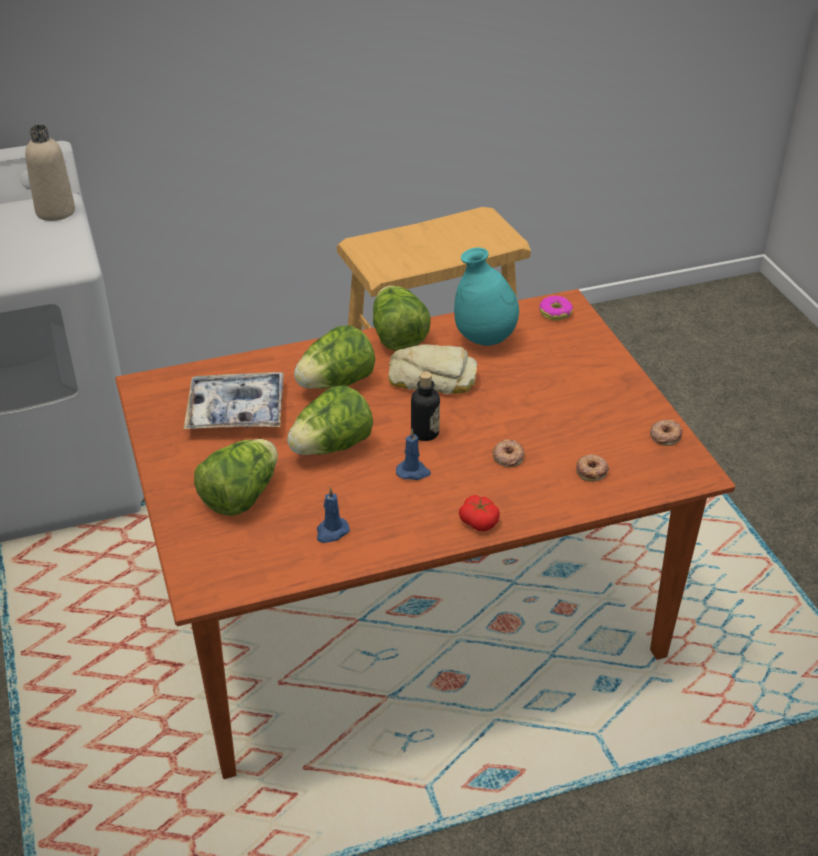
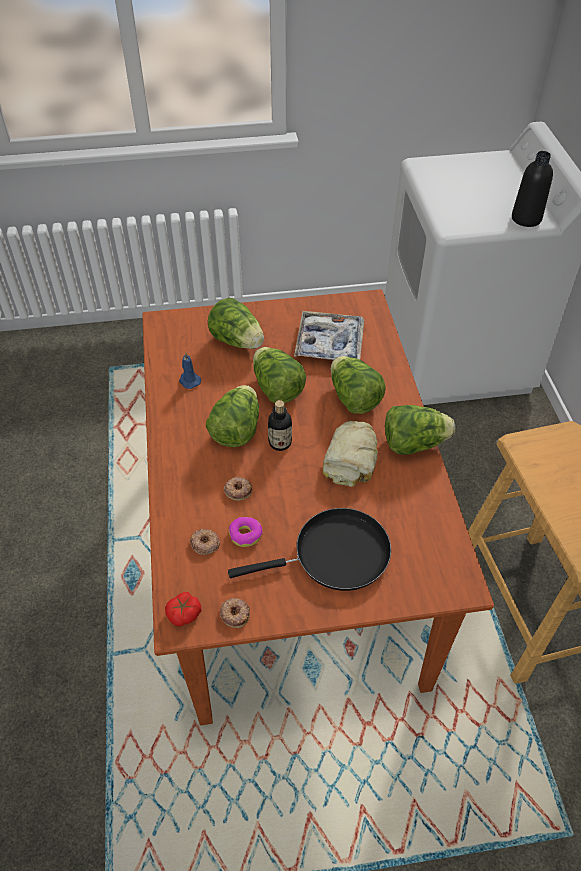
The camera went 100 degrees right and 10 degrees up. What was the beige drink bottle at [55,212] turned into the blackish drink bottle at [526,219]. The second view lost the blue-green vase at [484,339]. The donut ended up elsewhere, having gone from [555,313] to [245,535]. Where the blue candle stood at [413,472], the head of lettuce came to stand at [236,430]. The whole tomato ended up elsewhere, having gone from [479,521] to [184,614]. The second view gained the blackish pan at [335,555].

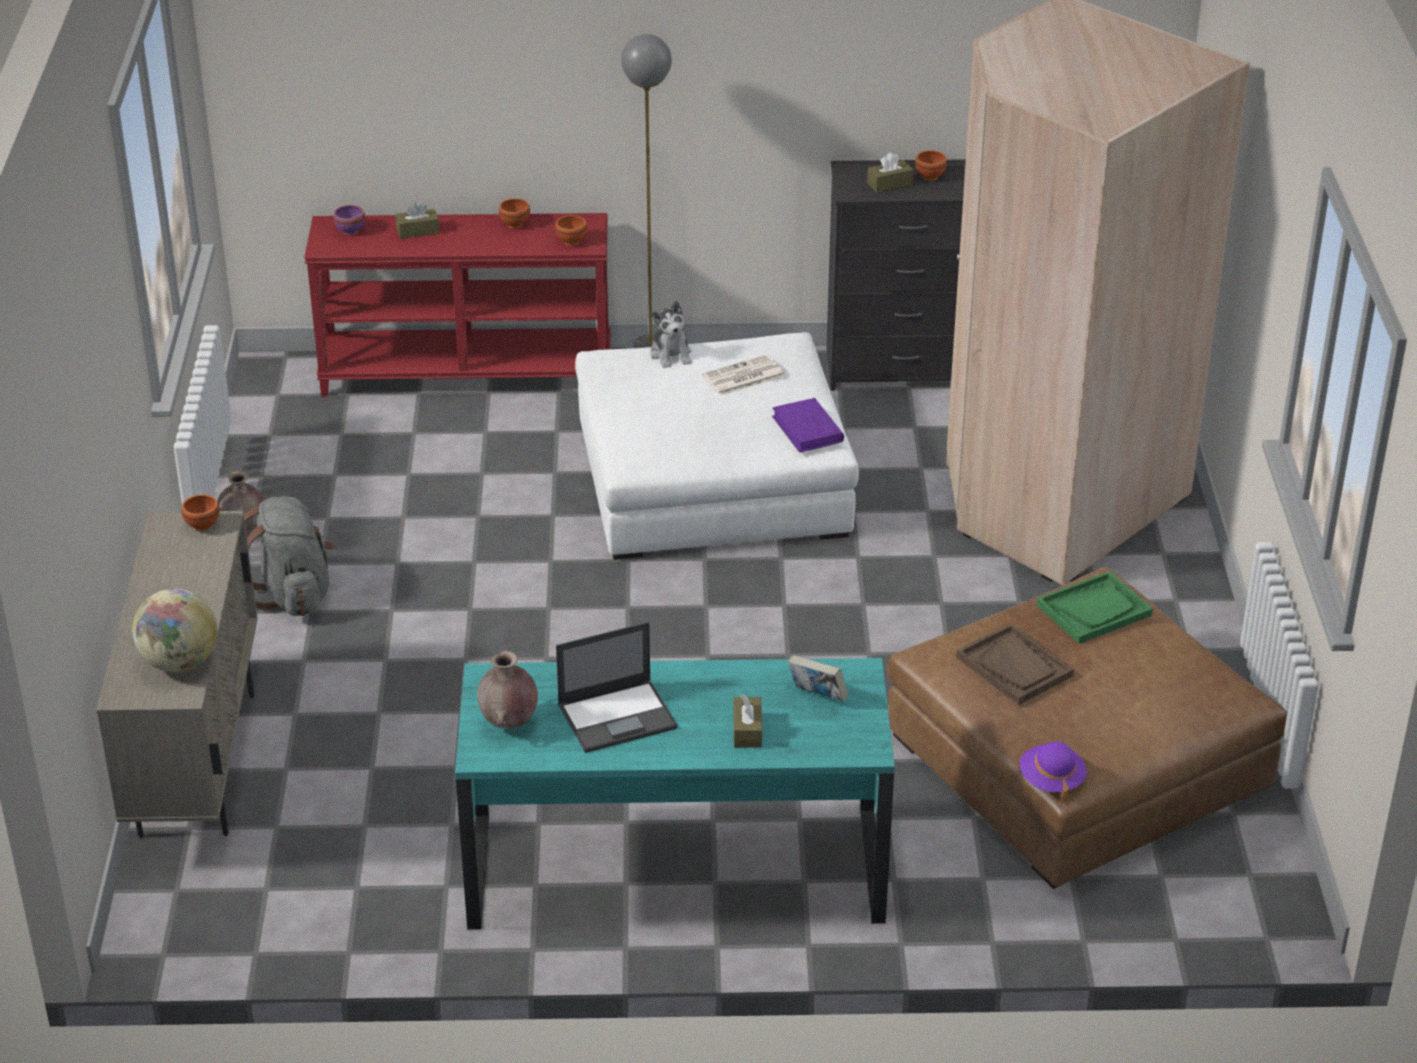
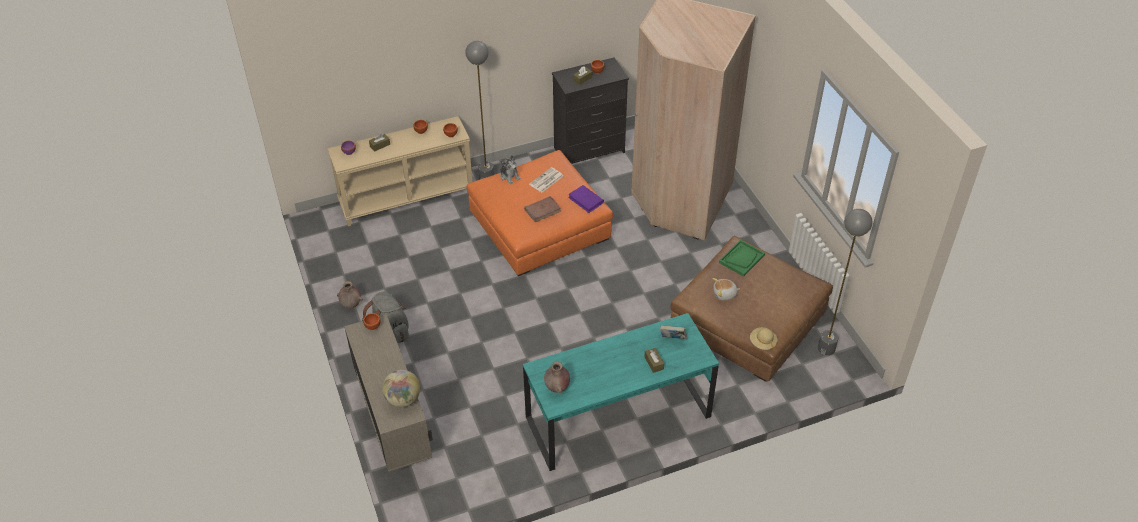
The camera went 20 degrees left and 10 degrees up. What was the red-coloured console table at [467,372] turned into the beige console table at [407,197]. What was the white-coloured ottoman at [712,480] turned into the orange ottoman at [539,226]. The second view lost the laptop at [618,716]. Where the brownish serving tray stood at [1014,666], the cuddly toy came to stand at [724,294]. What was the purplish wearable hat at [1051,780] turned into the beige wearable hat at [762,343]. The second view gained the brownish volume at [542,210]. The second view gained the greyish standing lamp at [826,348].

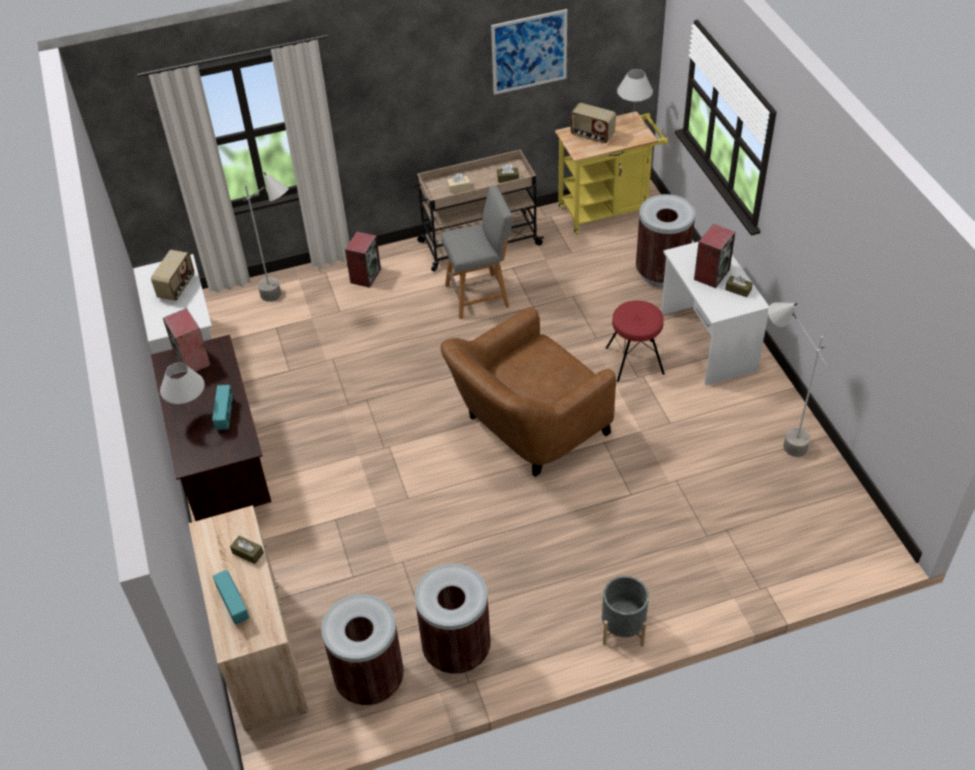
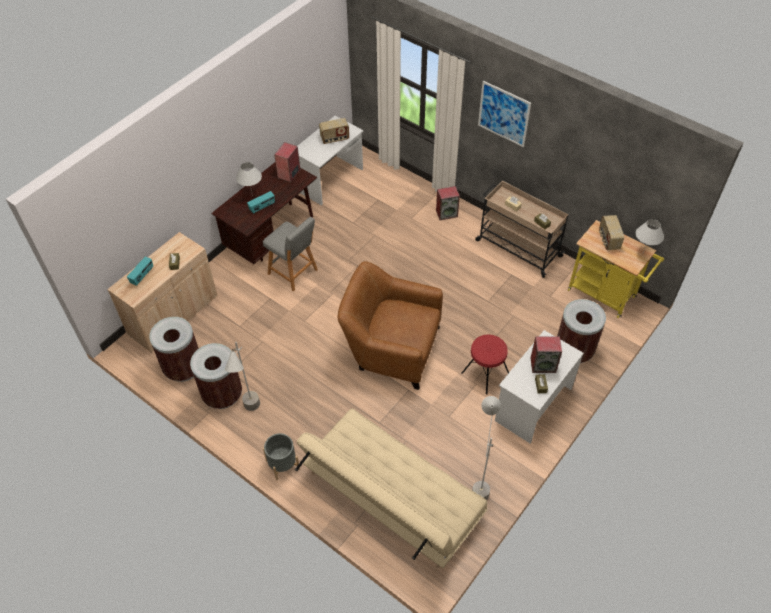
The camera went 55 degrees right and 5 degrees up. The wall art ended up elsewhere, having gone from [529,52] to [504,114]. The greyish standing lamp ended up elsewhere, having gone from [285,299] to [251,415]. The greyish stool ended up elsewhere, having gone from [480,295] to [294,273]. The second view gained the beige couch at [392,496].

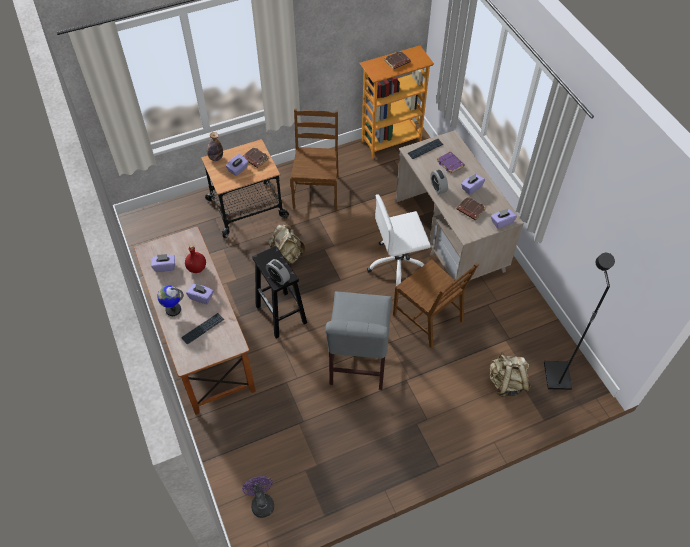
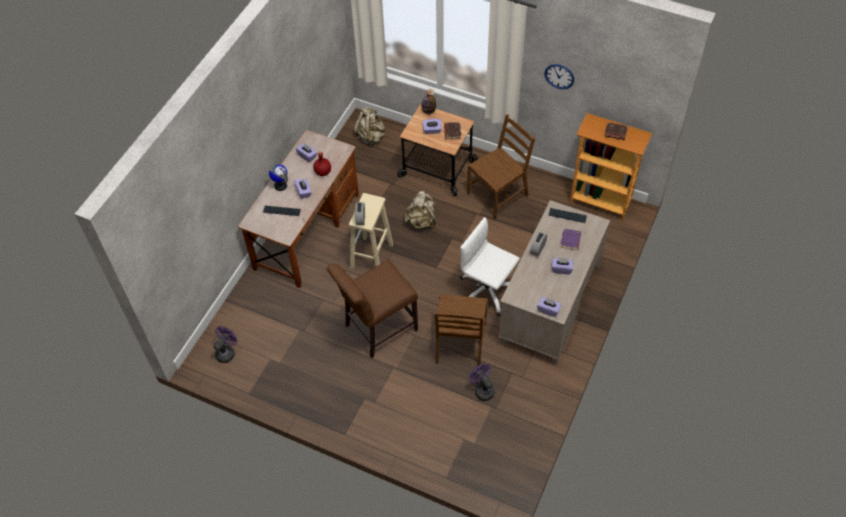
The camera went 50 degrees right and 0 degrees up. The second view lost the brownish volume at [470,210]. What was the blackish stool at [281,315] turned into the beige stool at [371,256]. The second view lost the blackish standing lamp at [556,375]. What was the greyish upright chair at [357,364] turned into the brownish upright chair at [377,329]. The beige rucksack ended up elsewhere, having gone from [506,383] to [371,137]. The second view gained the wall clock at [559,76]. The second view gained the purplish cooling fan at [482,390].

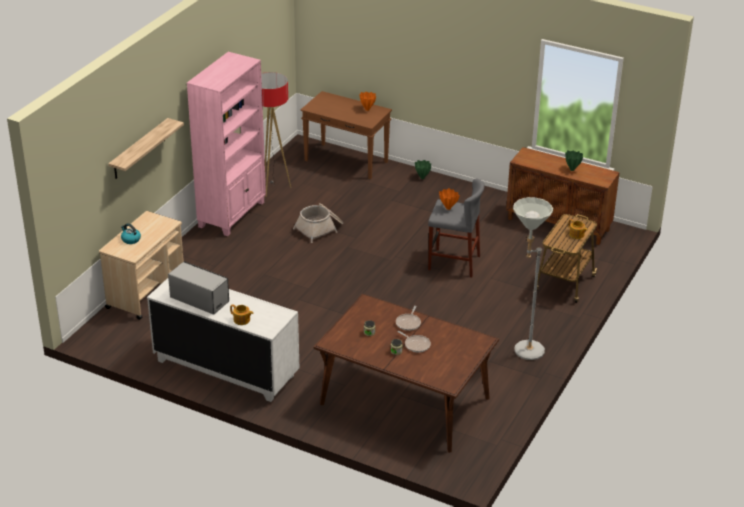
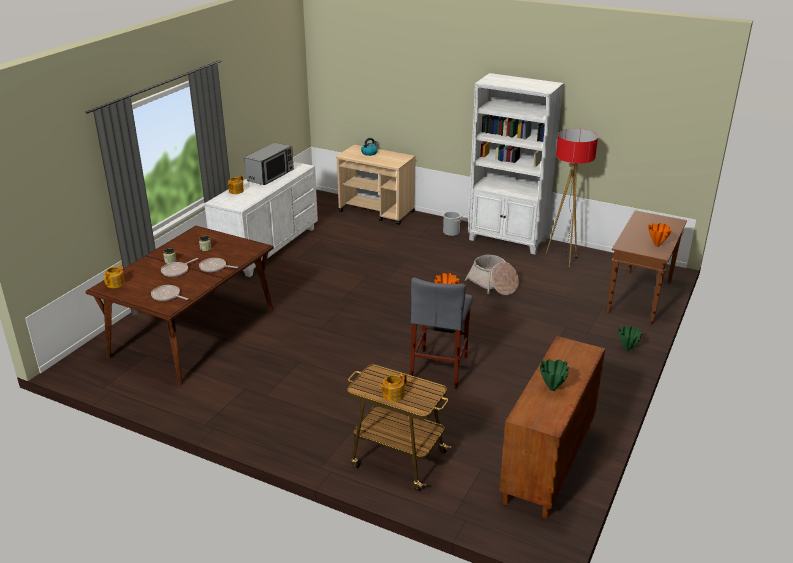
The camera went 90 degrees right and 5 degrees down. What was the pinkish shelving unit at [232,214] turned into the white-coloured shelving unit at [507,240]. The second view lost the wall shelf at [139,149]. The second view lost the greyish standing lamp at [522,350]. The second view gained the pail at [451,232]. The second view gained the teapot at [116,283]. The second view gained the pan at [167,296].

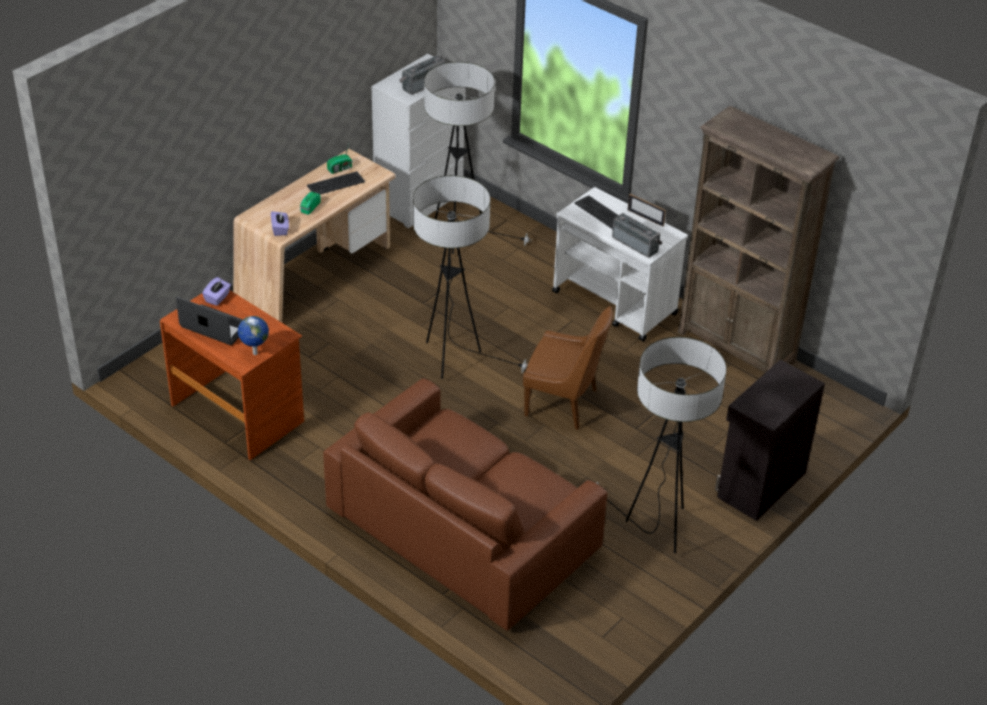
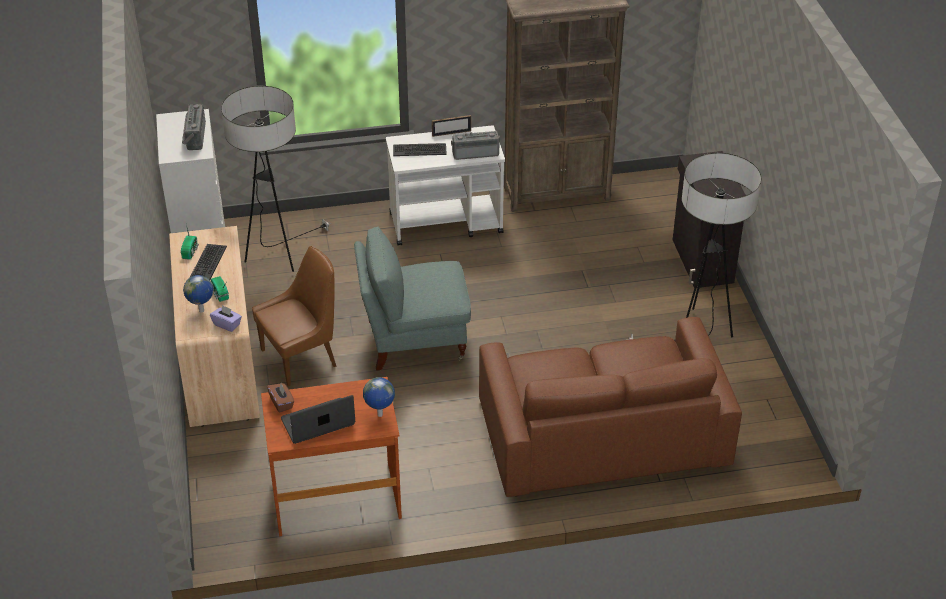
The camera went 50 degrees left and 0 degrees up. Where the standing lamp stood at [453,361], the greyish lounge chair came to stand at [414,339]. What was the purplish tissue holder at [217,298] turned into the brownish tissue holder at [281,403]. The brownish upright chair ended up elsewhere, having gone from [564,403] to [301,357]. The second view gained the world globe at [202,311].

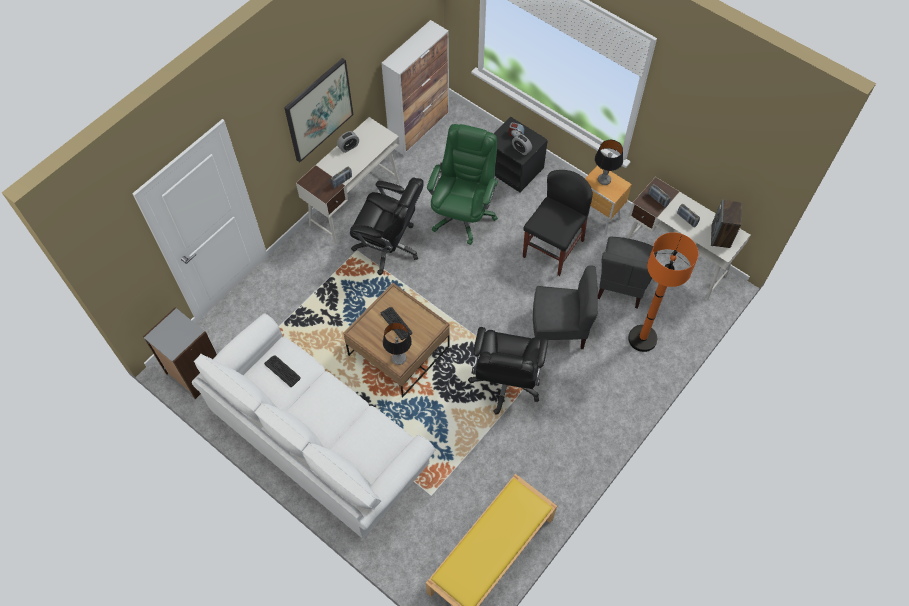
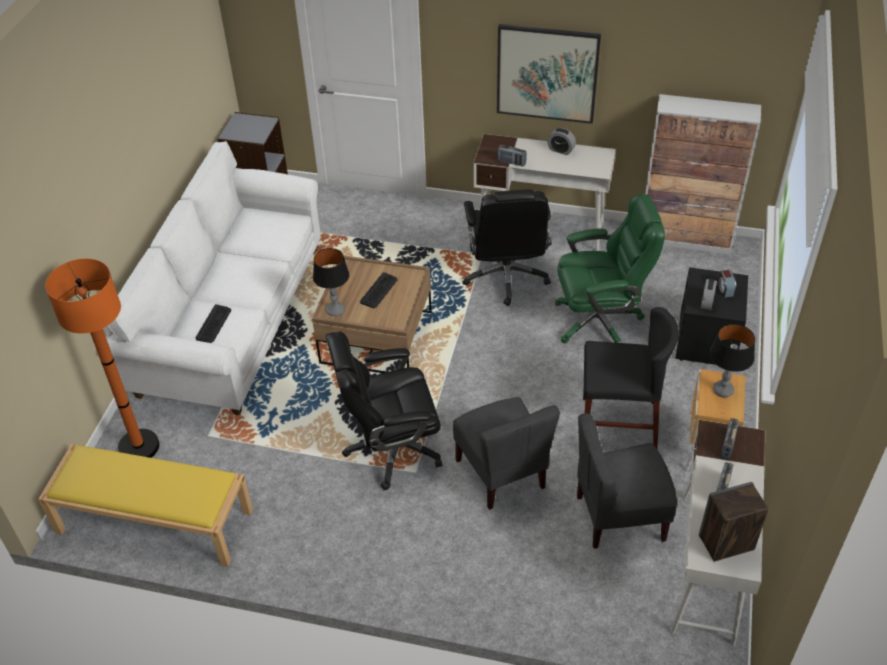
The camera went 65 degrees right and 15 degrees down. The orange standing lamp ended up elsewhere, having gone from [642,339] to [139,447]. The keyboard ended up elsewhere, having gone from [282,371] to [214,324].

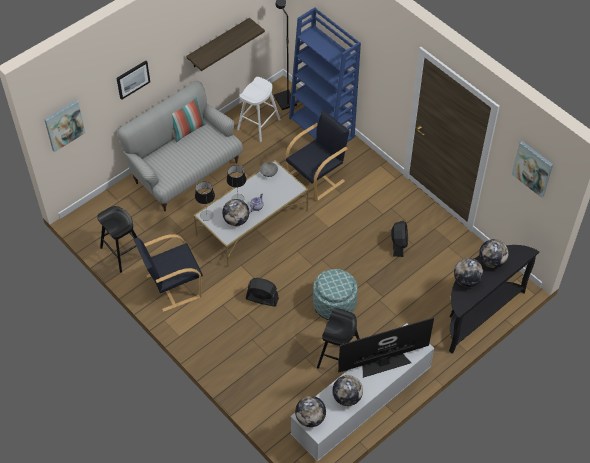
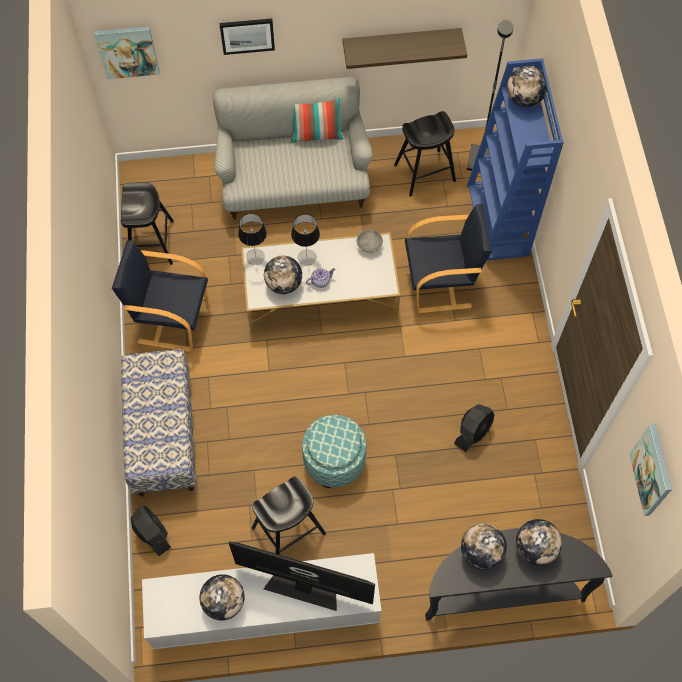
The camera went 35 degrees right and 10 degrees up. What was the white-coloured stool at [259,124] turned into the blackish stool at [425,173]. The blackish cooling fan ended up elsewhere, having gone from [262,298] to [151,533]. The world globe ended up elsewhere, having gone from [310,418] to [524,99]. The second view gained the bench at [163,435].

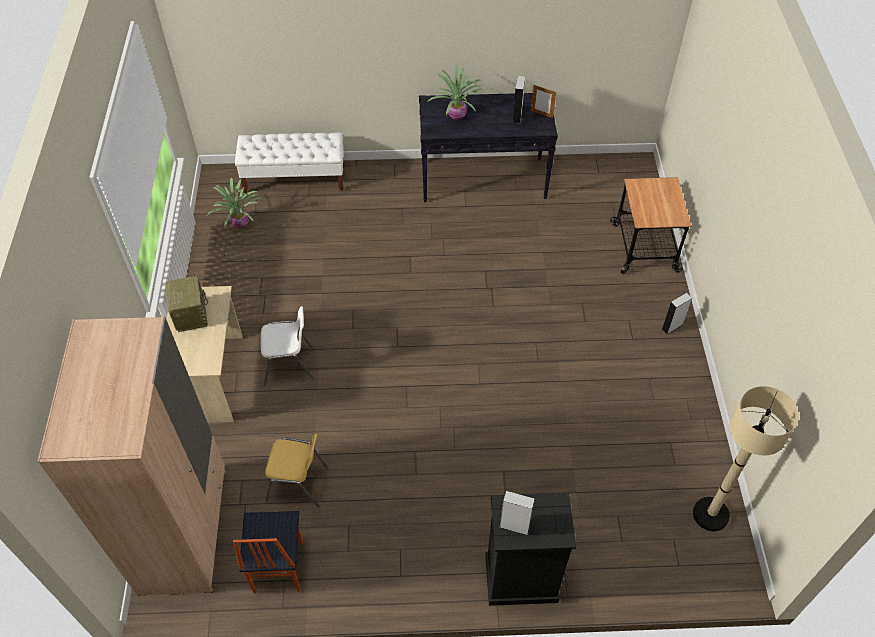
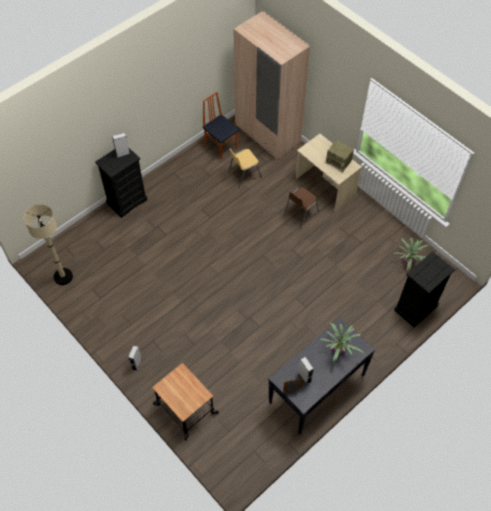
The camera went 140 degrees right and 5 degrees up. Where the white-coloured bench stood at [295,179], the blackish chest of drawers came to stand at [415,308]. What was the white-coloured upright chair at [289,365] turned into the brownish upright chair at [300,214].

